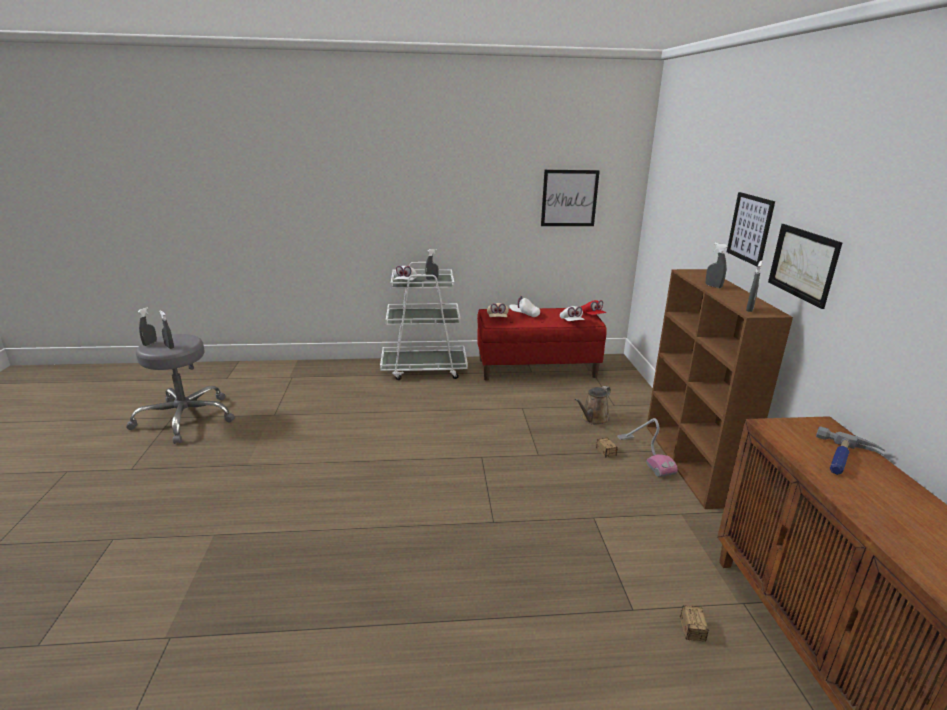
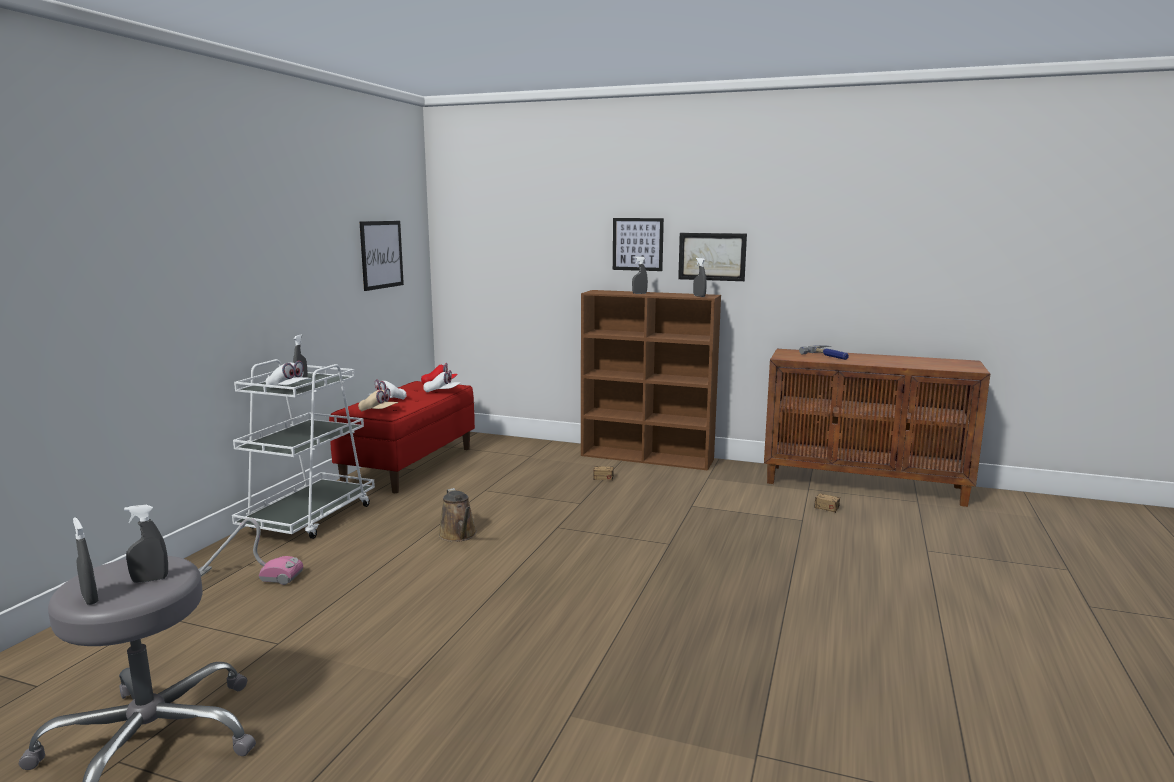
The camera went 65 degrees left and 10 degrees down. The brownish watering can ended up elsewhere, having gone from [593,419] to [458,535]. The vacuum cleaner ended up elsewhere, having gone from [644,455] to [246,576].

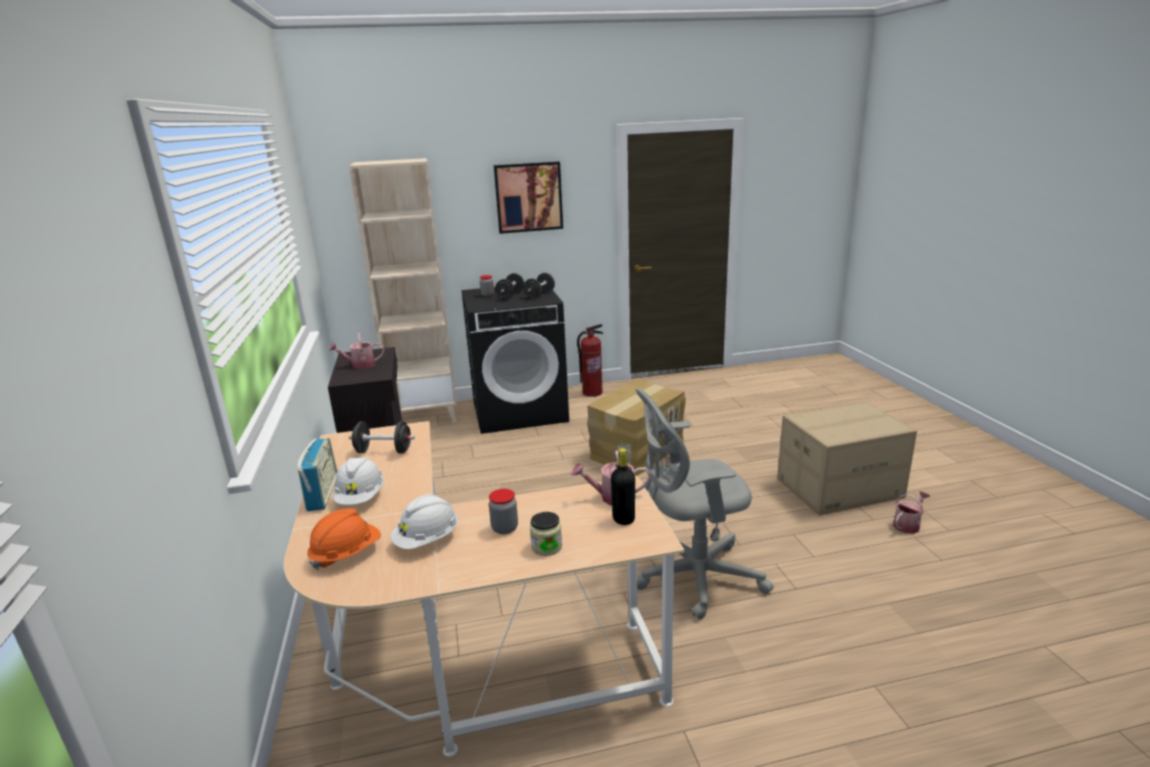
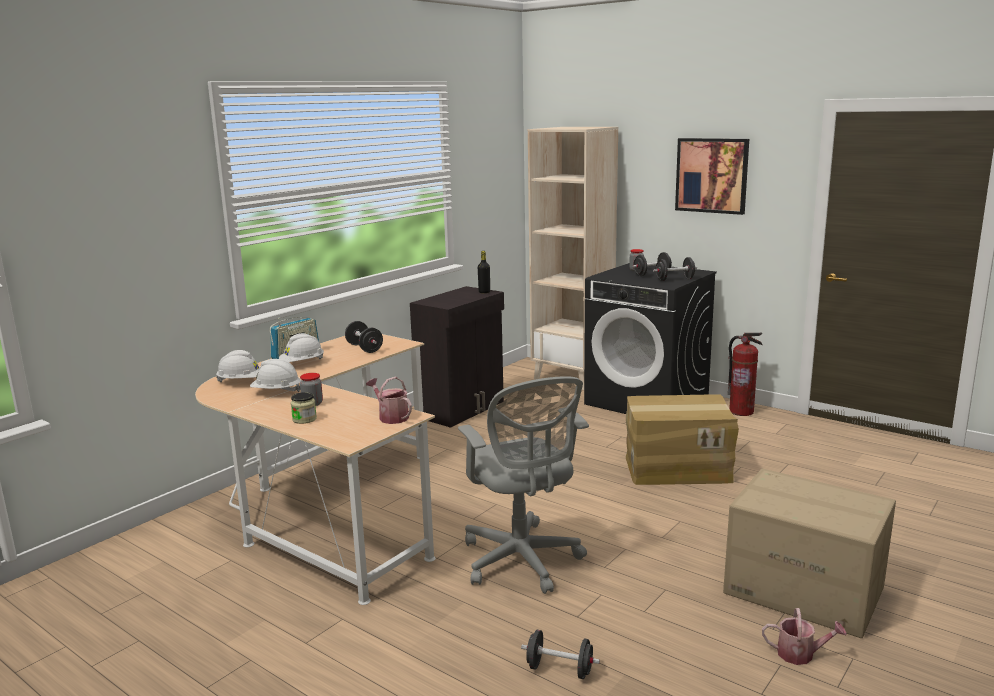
The camera went 50 degrees right and 5 degrees down. The second view lost the watering can at [360,365]. The greyish desk chair at [692,577] ended up facing another way, 150 degrees counterclockwise from before. The blackish drink bottle ended up elsewhere, having gone from [623,519] to [484,292]. What was the orange safety helmet at [346,554] turned into the white-coloured safety helmet at [242,382]. The second view gained the blackish hand weight at [559,670].

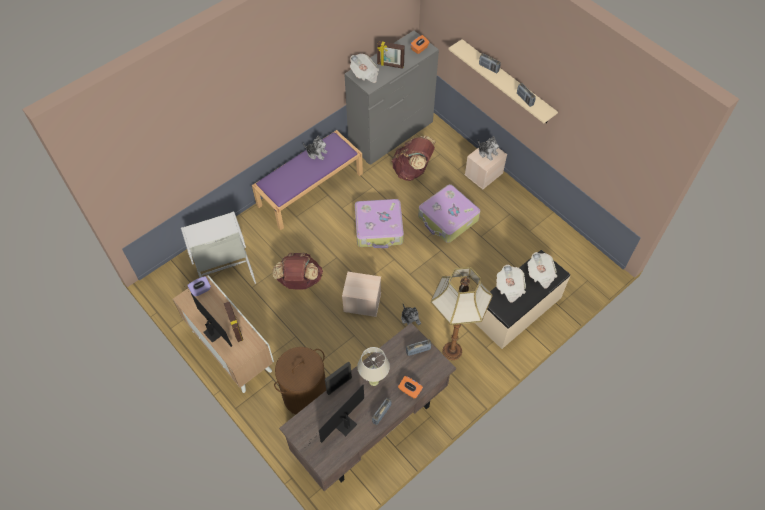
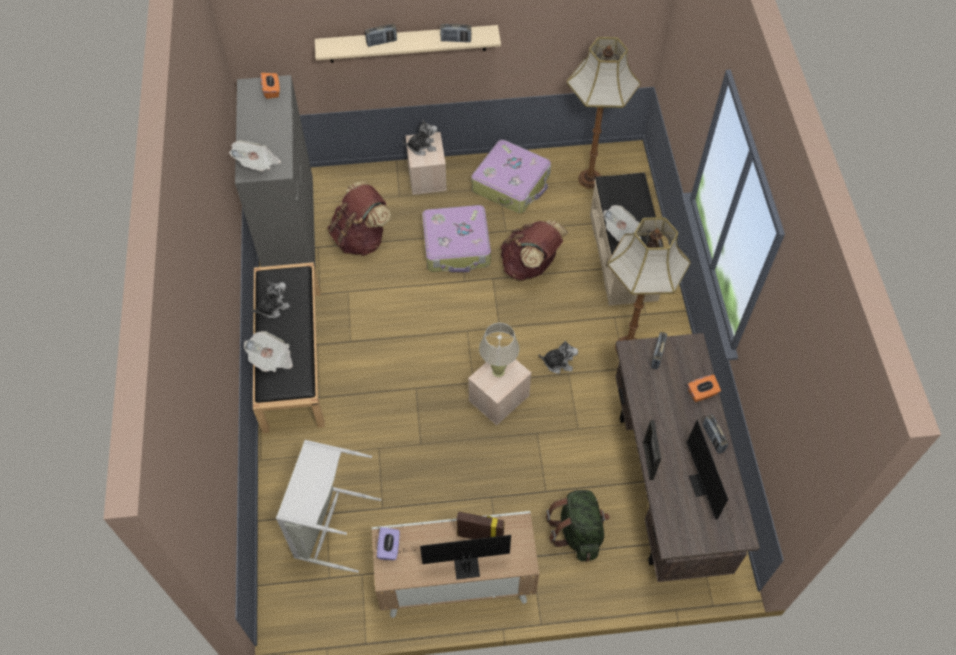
The camera went 55 degrees left and 0 degrees up. The second view lost the standing frame at [390,65]. What was the purplish bench at [310,188] turned into the blackish bench at [291,357]. The travel case ended up elsewhere, having gone from [379,228] to [511,183]. The daily paper ended up elsewhere, having gone from [541,274] to [271,359]. The brownish rucksack ended up elsewhere, having gone from [299,281] to [530,266]. Where the brownish washing basket stood at [305,395], the green rucksack came to stand at [578,532]. The beige tabletop lamp ended up elsewhere, having gone from [373,381] to [498,372]. The second view gained the standing lamp at [589,178].

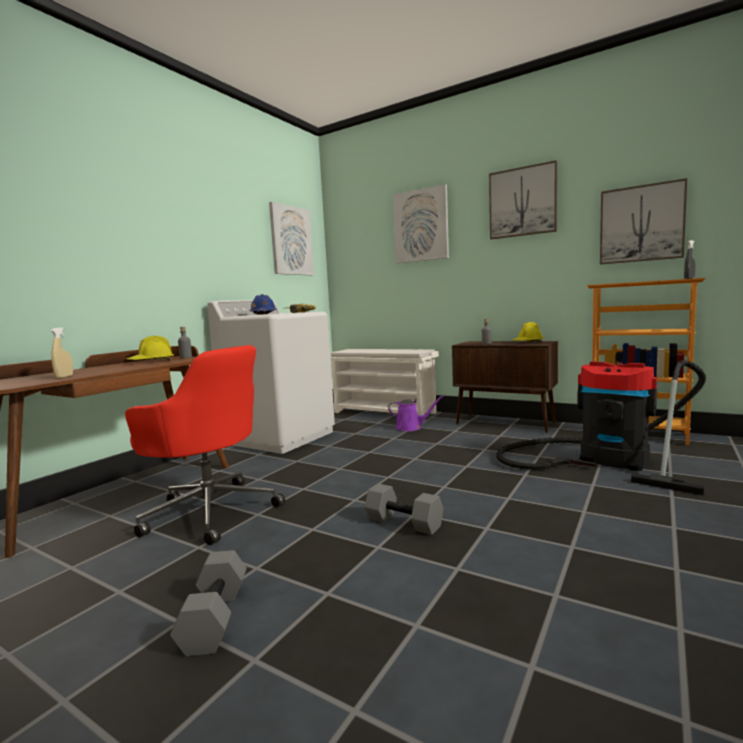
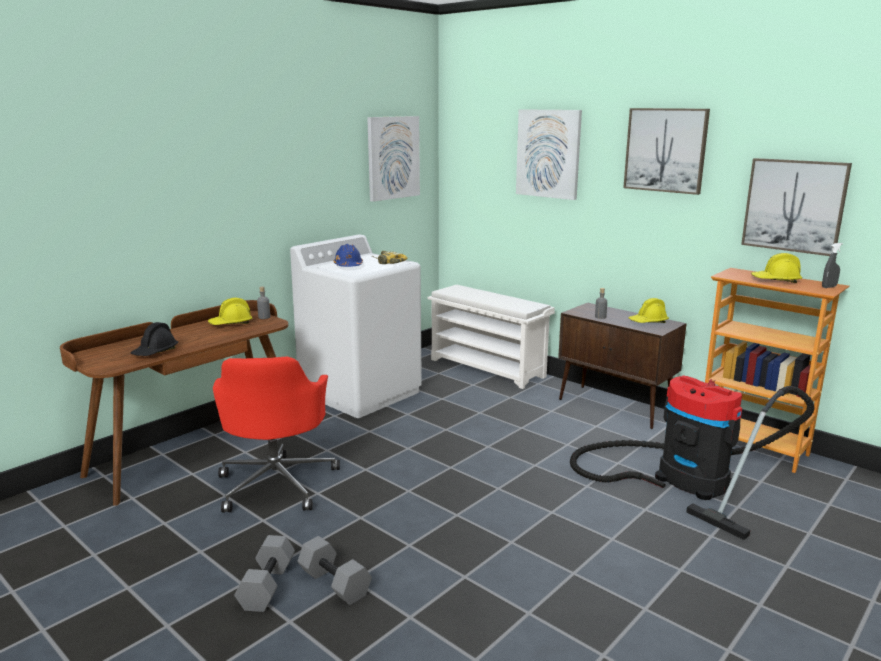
The camera went 10 degrees right and 10 degrees up. Where the beige sprayer stood at [64,377], the blackish safety helmet came to stand at [155,352]. The red-coloured desk chair at [210,511] ended up facing another way, 45 degrees clockwise from before. The second view lost the purplish watering can at [411,427]. The greyish hand weight ended up elsewhere, having gone from [405,522] to [336,583]. The second view gained the yellowish safety helmet at [775,280].

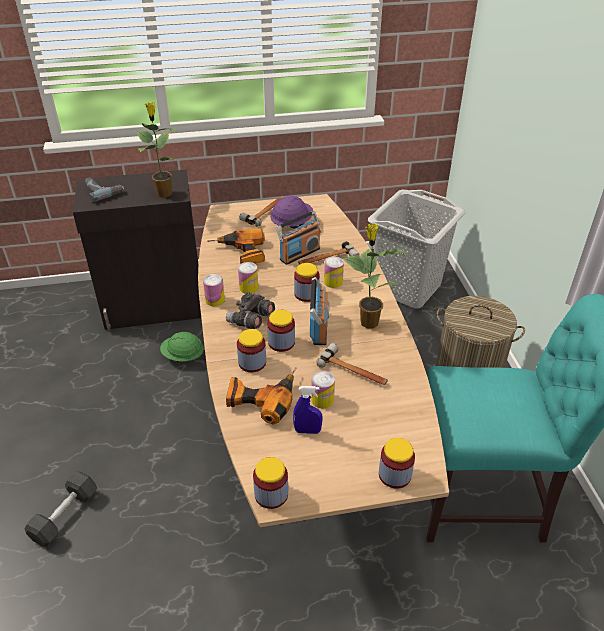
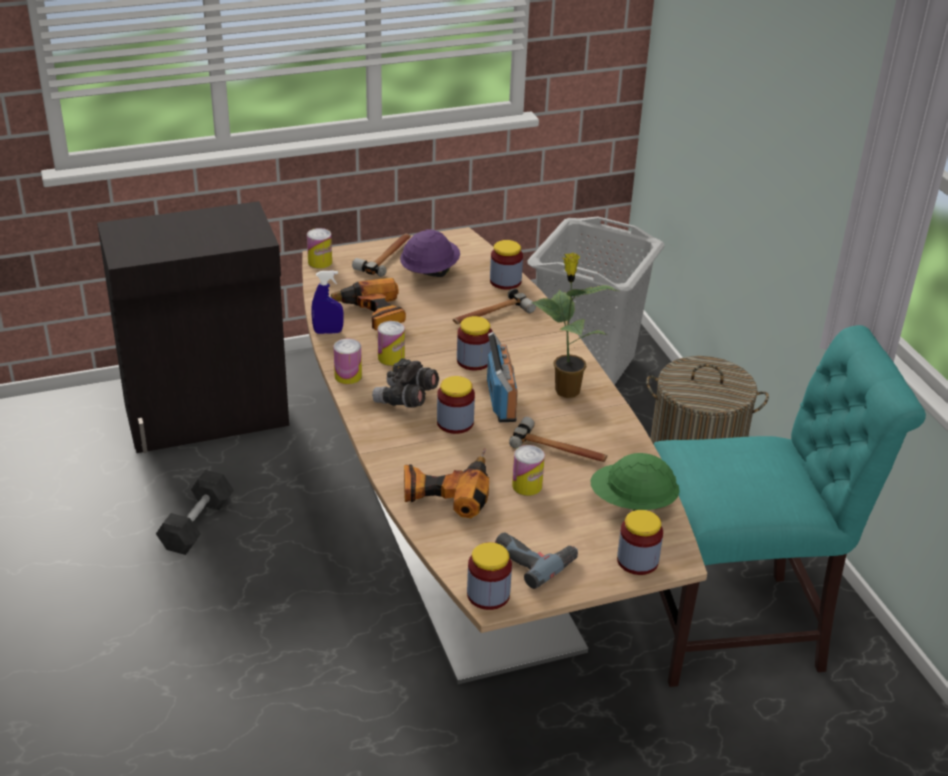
The camera went 10 degrees left and 5 degrees down. The second view lost the potted plant at [164,193]. The electric drill ended up elsewhere, having gone from [103,191] to [534,558]. The second view lost the radio set at [299,254]. The sealed can ended up elsewhere, having gone from [333,282] to [320,262]. The preserve jar ended up elsewhere, having gone from [252,362] to [505,281]. The green safety helmet ended up elsewhere, having gone from [183,356] to [632,504]. The blue sprayer ended up elsewhere, having gone from [307,431] to [328,332]. The greyish hand weight ended up elsewhere, having gone from [65,515] to [197,524].

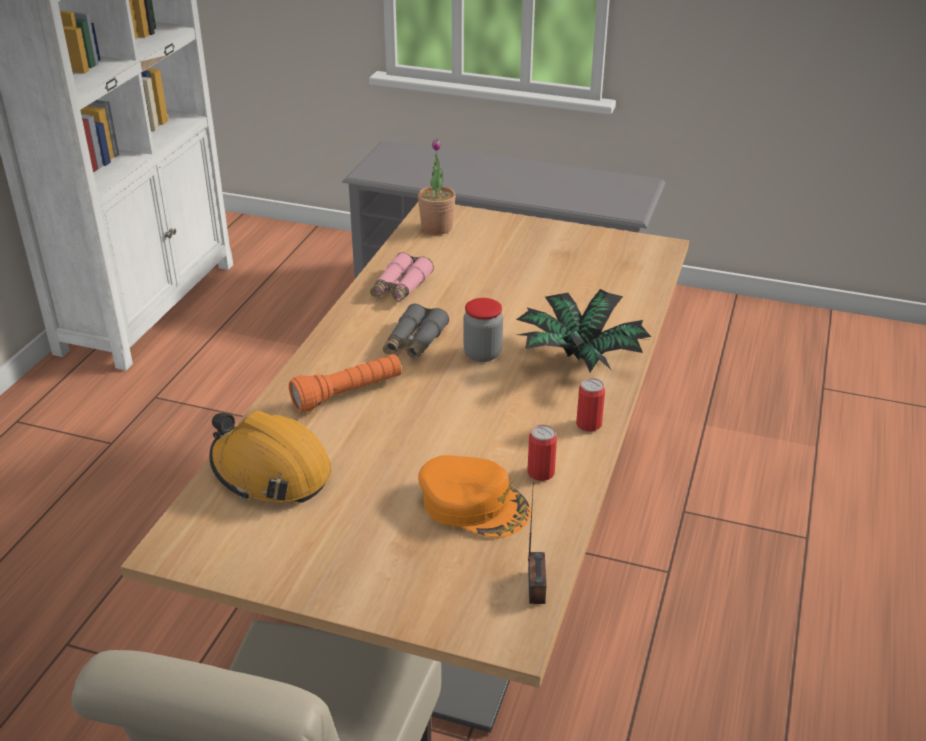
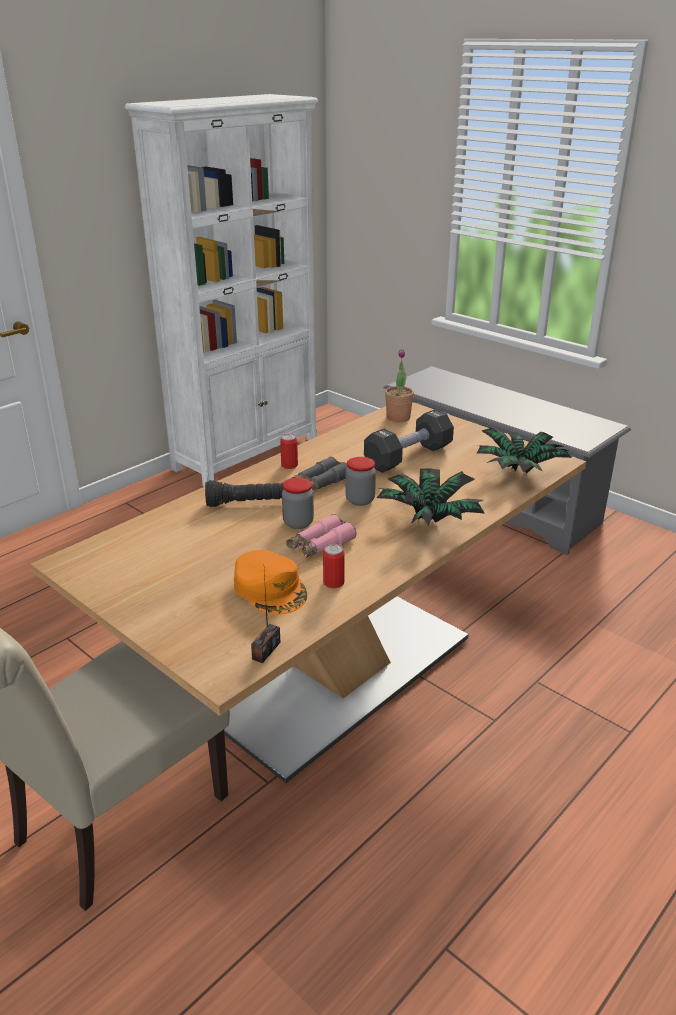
The camera went 25 degrees right and 5 degrees down. The pinkish binoculars ended up elsewhere, having gone from [400,287] to [320,545]. What was the orange flashlight at [348,394] turned into the blackish flashlight at [248,503]. The sealed can ended up elsewhere, having gone from [588,424] to [289,465]. The second view lost the orange safety helmet at [270,472]. The second view gained the blackish hand weight at [408,456]. The second view gained the potted plant at [517,472]. The second view gained the preserve jar at [298,523].

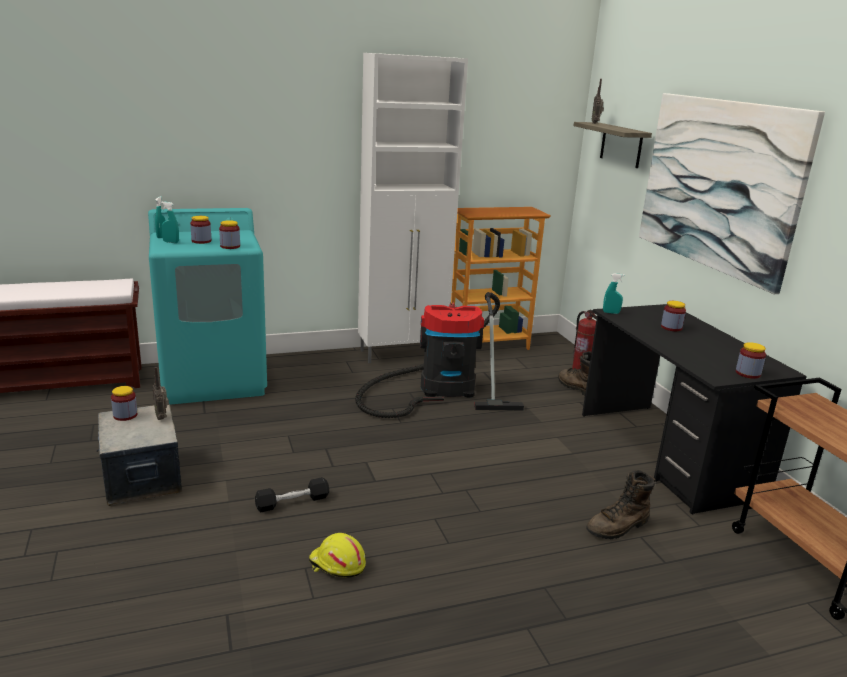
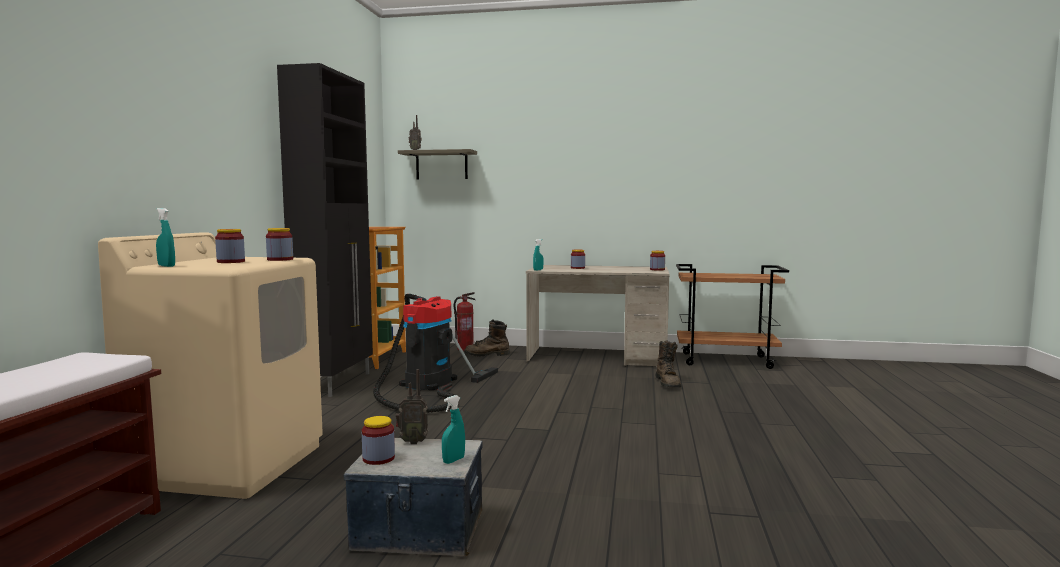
The camera went 60 degrees left and 15 degrees down. What was the white-coloured cabinet at [403,353] turned into the blackish cabinet at [336,383]. The second view lost the wall art at [718,184]. The blue-green sprayer ended up elsewhere, having gone from [171,242] to [453,460]. What was the blue-green laundry appliance at [214,379] turned into the beige laundry appliance at [229,464]. What was the blackish desk at [666,454] turned into the beige desk at [597,357]. The second view lost the blackish hand weight at [292,502]. The second view lost the yellowish safety helmet at [337,565].

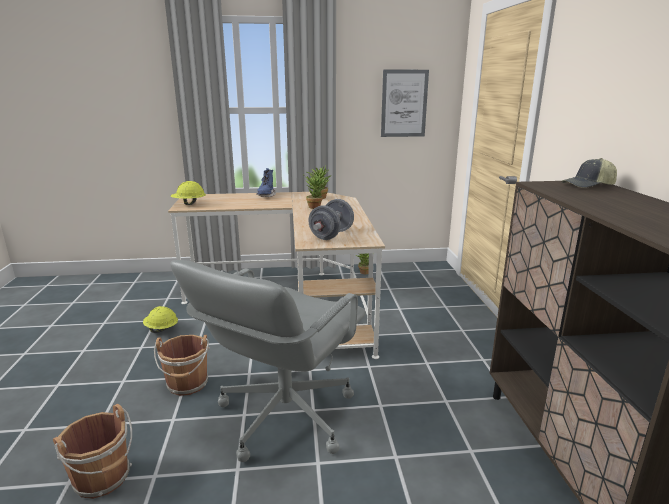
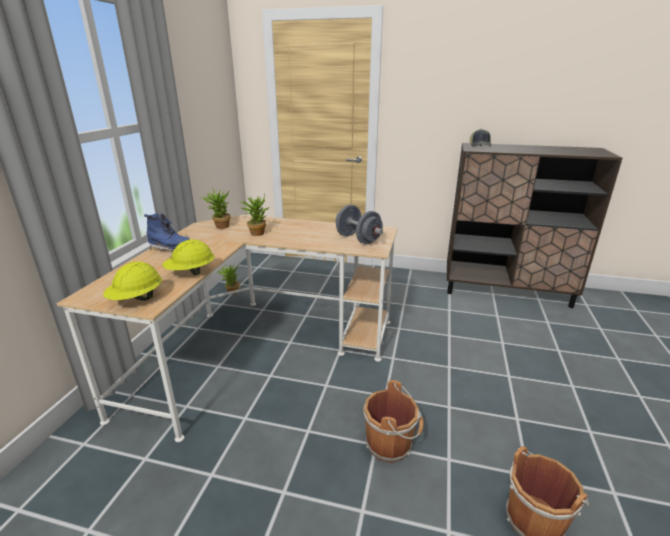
The camera went 70 degrees left and 5 degrees up. The second view lost the wall art at [404,103]. The second view lost the greyish desk chair at [284,415]. The yellowish safety helmet ended up elsewhere, having gone from [161,329] to [191,272].

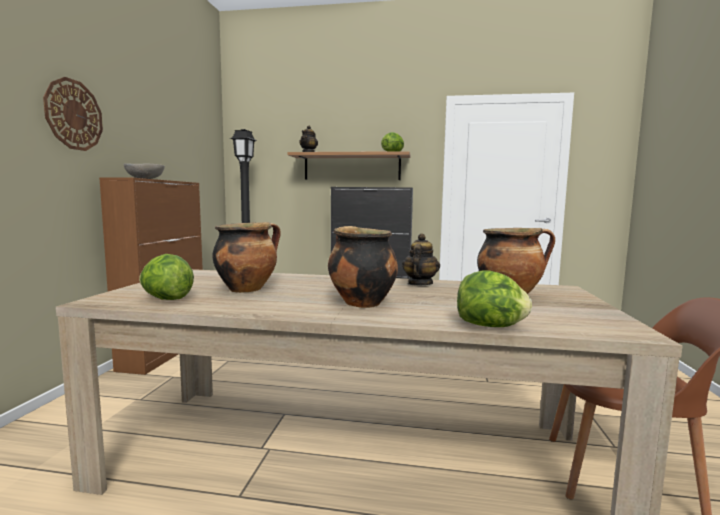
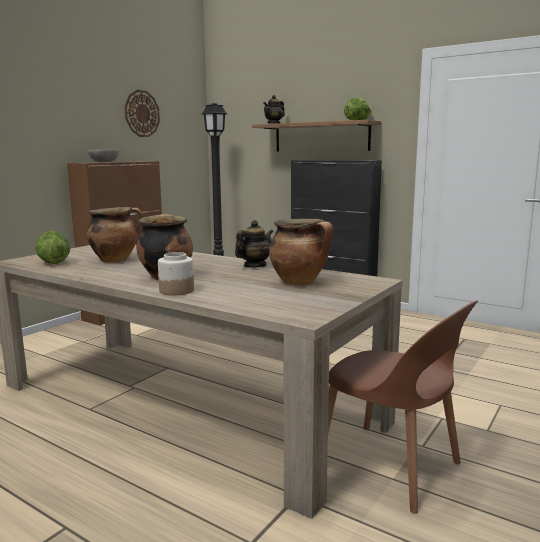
The camera went 25 degrees right and 5 degrees up. The wall clock ended up elsewhere, having gone from [74,115] to [142,113]. The second view lost the head of lettuce at [490,326]. The second view gained the preserve jar at [176,291].

